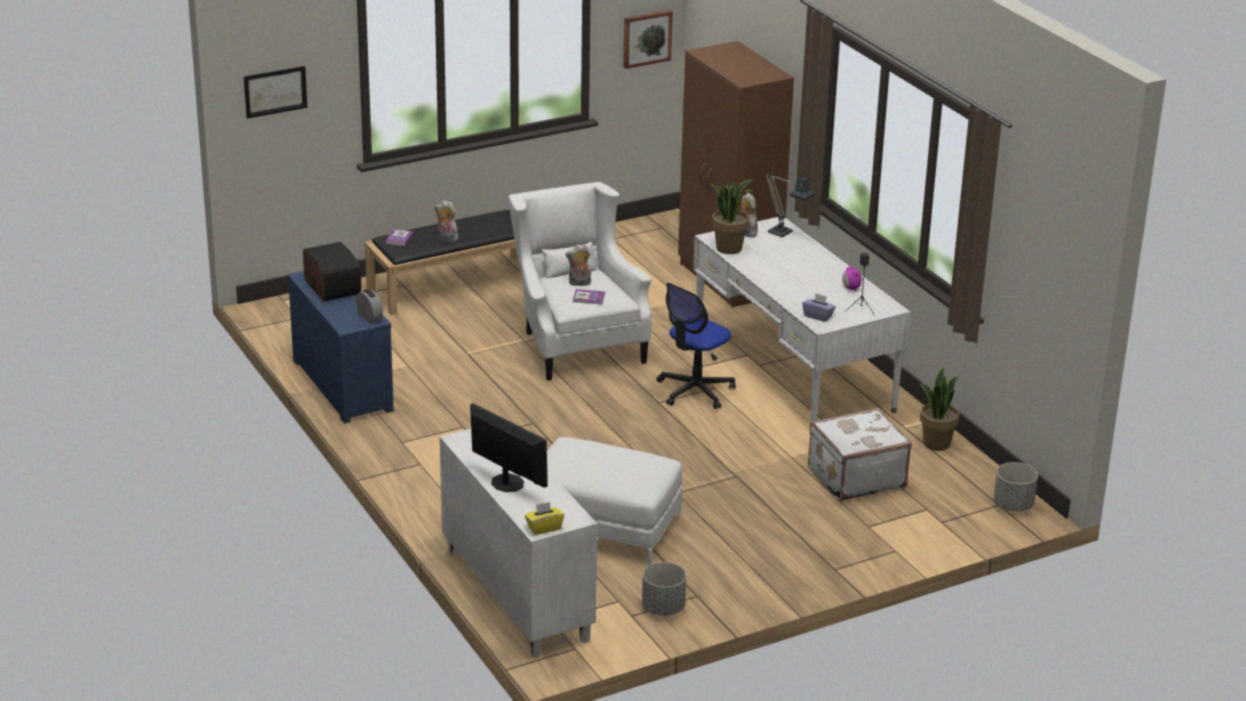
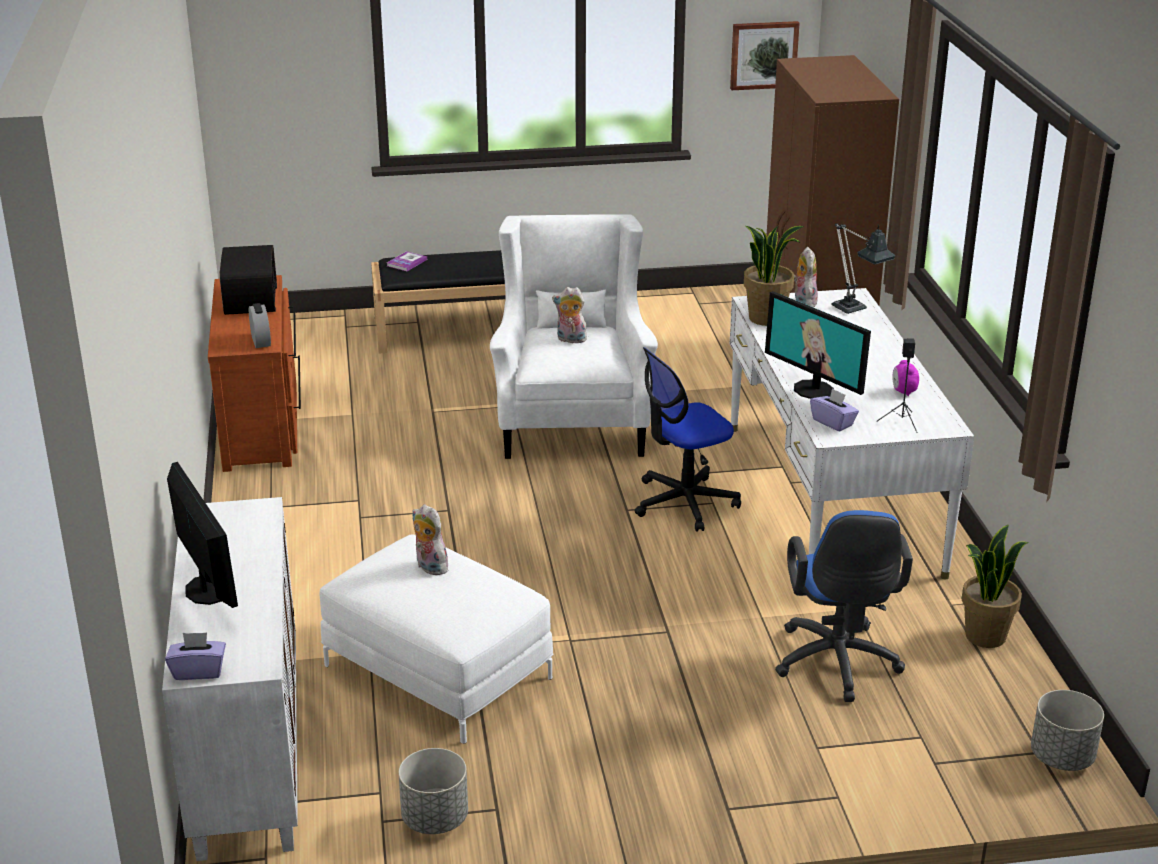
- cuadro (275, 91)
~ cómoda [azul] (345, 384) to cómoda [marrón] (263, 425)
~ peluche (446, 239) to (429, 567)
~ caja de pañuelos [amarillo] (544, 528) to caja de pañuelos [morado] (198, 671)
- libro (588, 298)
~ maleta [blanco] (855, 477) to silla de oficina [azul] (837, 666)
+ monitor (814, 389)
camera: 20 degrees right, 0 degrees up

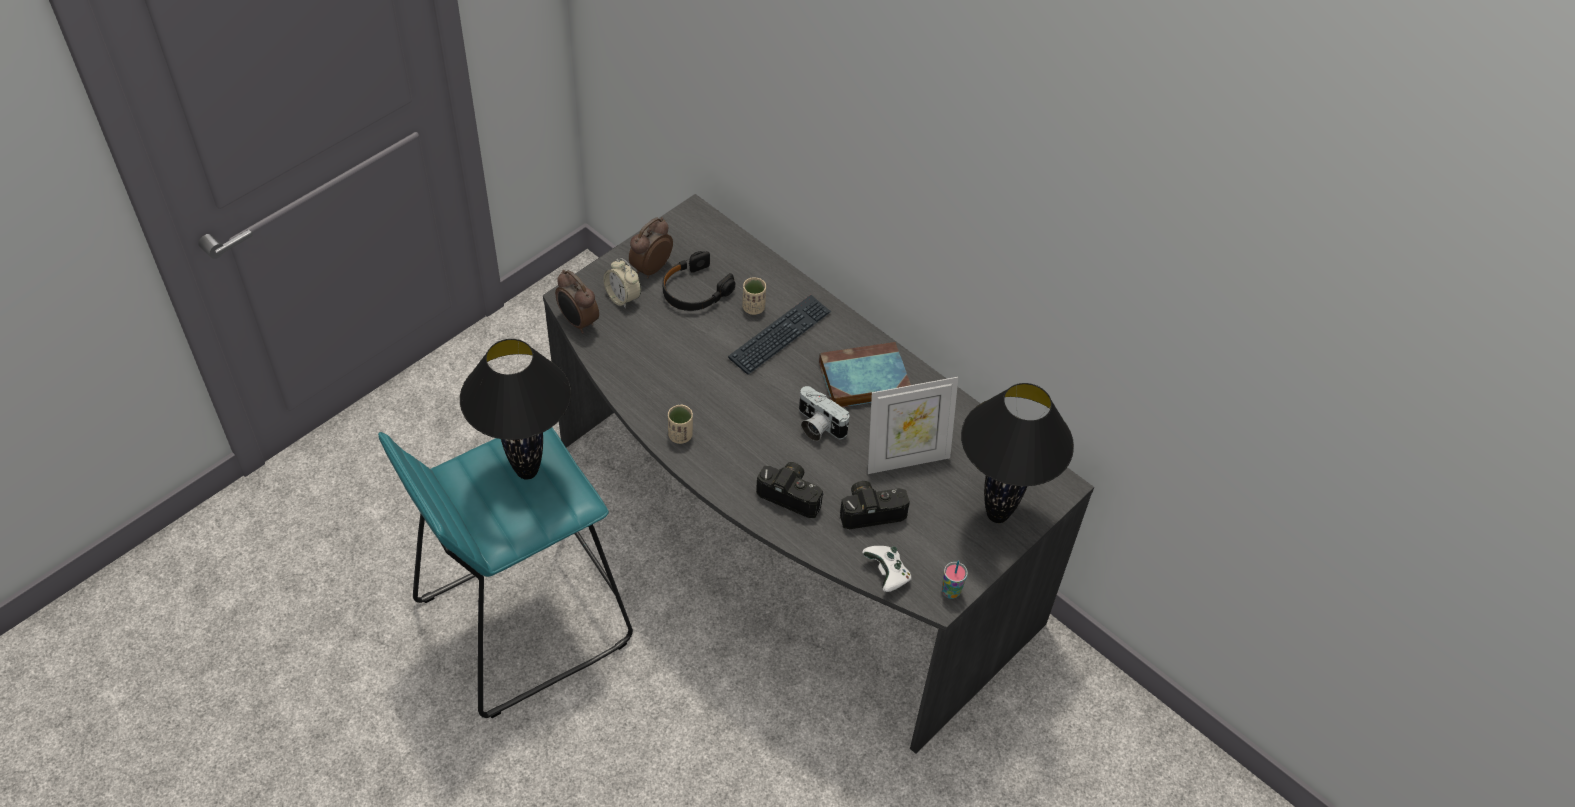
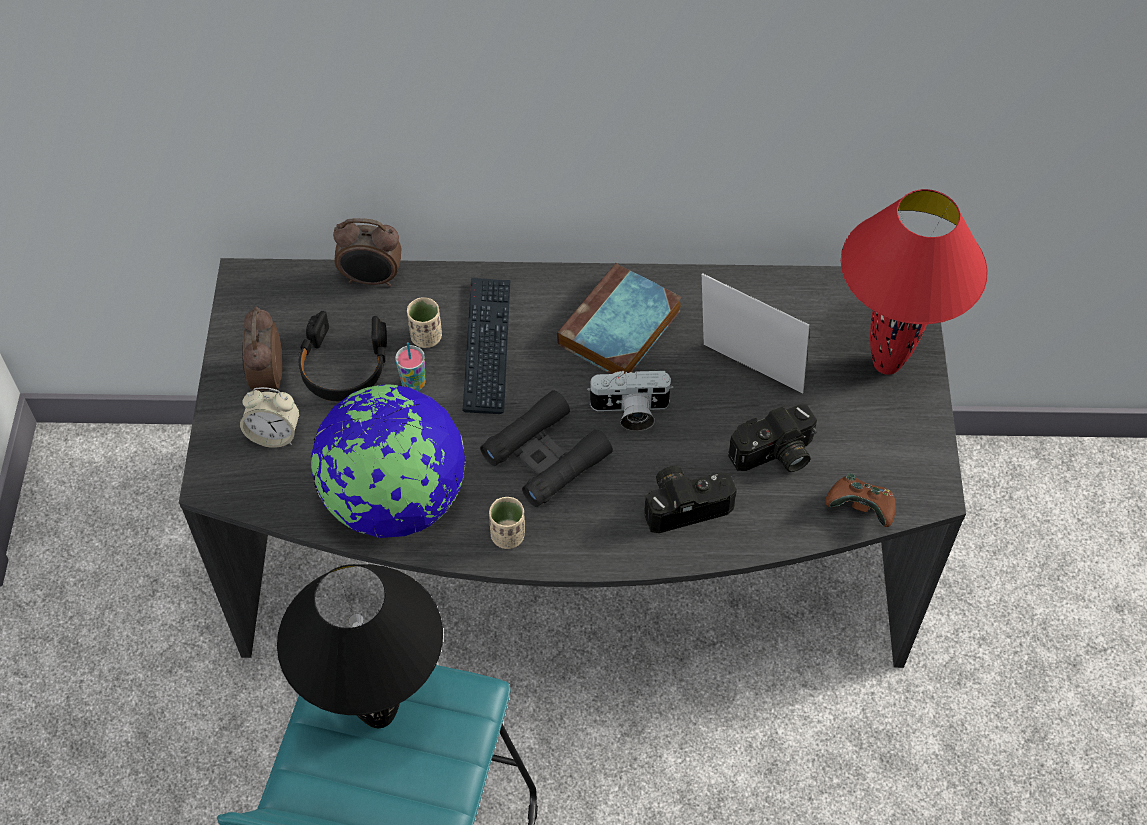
~ despertador (578, 322) to (372, 279)
~ cámara (871, 510) = (775, 456) 150 degrees counterclockwise
~ mando de consola [blanco] (887, 575) to mando de consola [marrón] (860, 508)
~ portarretratos (906, 458) = (747, 376) 90 degrees counterclockwise
~ taza (950, 592) to (413, 384)
~ lámpara de mesa [negro] (996, 514) to lámpara de mesa [rojo] (884, 364)
+ globo terráqueo (395, 500)
+ prismáticos [negro] (546, 456)
camera: 40 degrees left, 5 degrees up

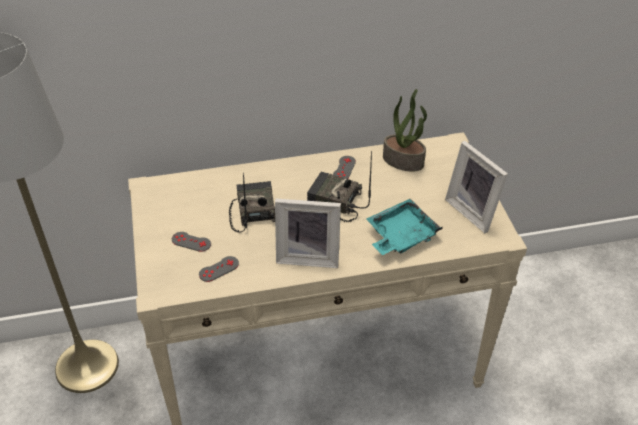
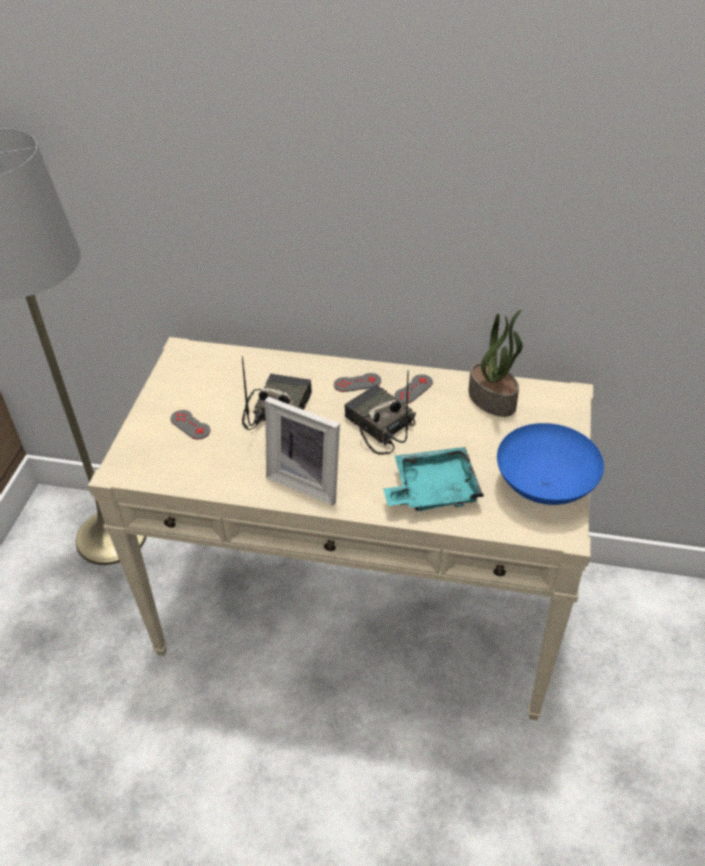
~ mando de consola [gris] (219, 269) to (357, 383)
~ portarretratos (474, 211) to cuenco [azul] (546, 487)
camera: 25 degrees right, 0 degrees up

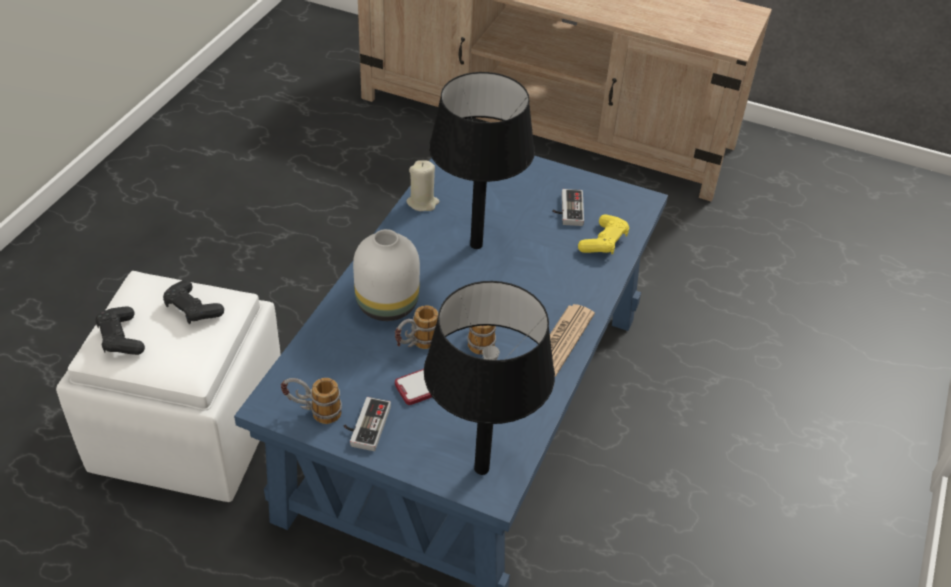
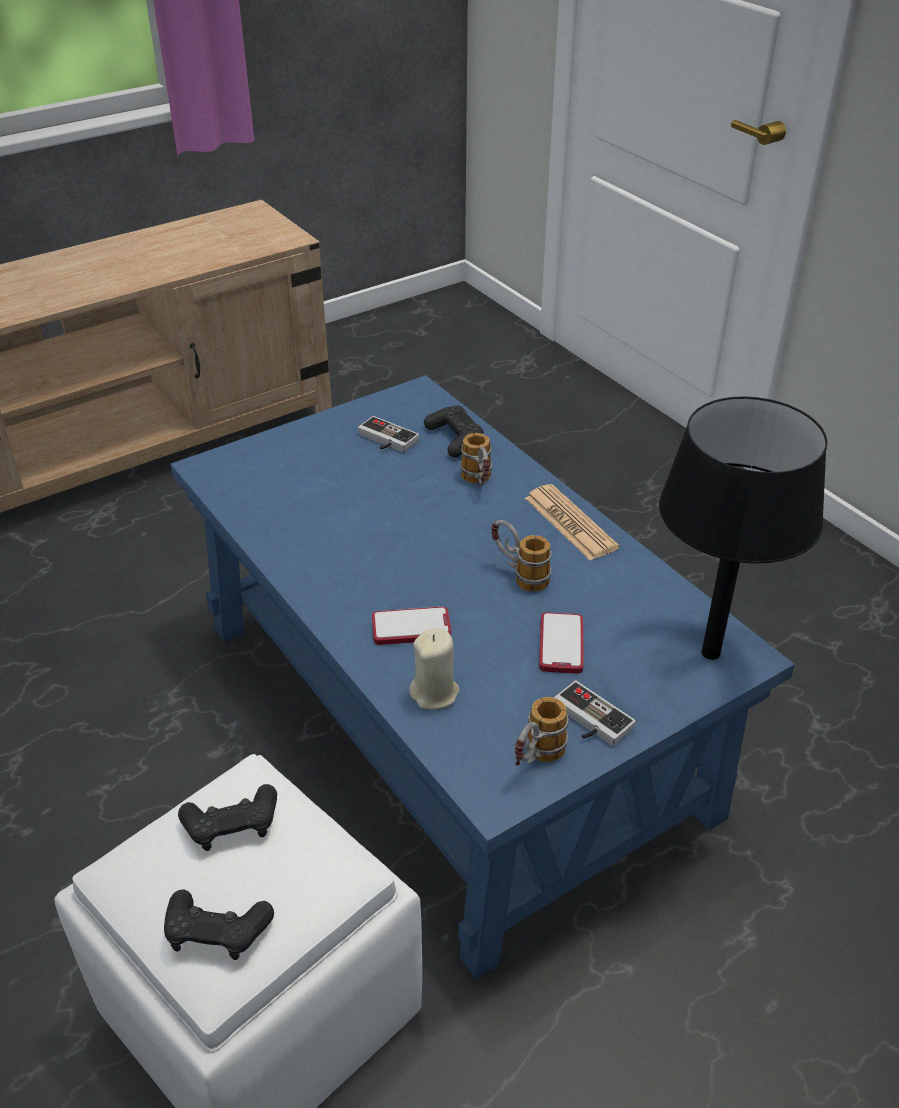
~ florero [blanco] (387, 306) to móvil (411, 628)
~ taza grande (416, 346) to (479, 483)
~ vela [beis] (422, 203) to (435, 693)
- lámpara de mesa [negro] (475, 245)
~ mando de consola [amarillo] (603, 242) to mando de consola [negro] (455, 439)
camera: 55 degrees left, 5 degrees down

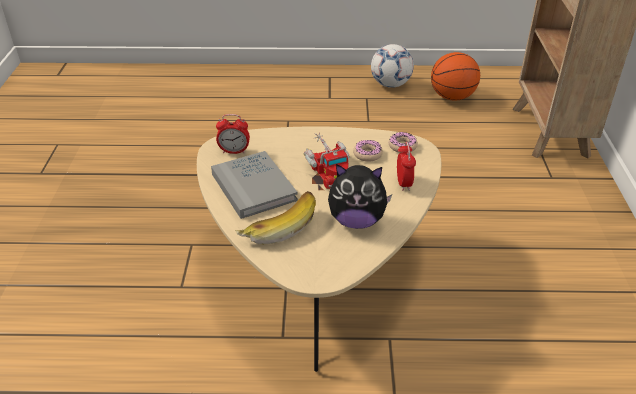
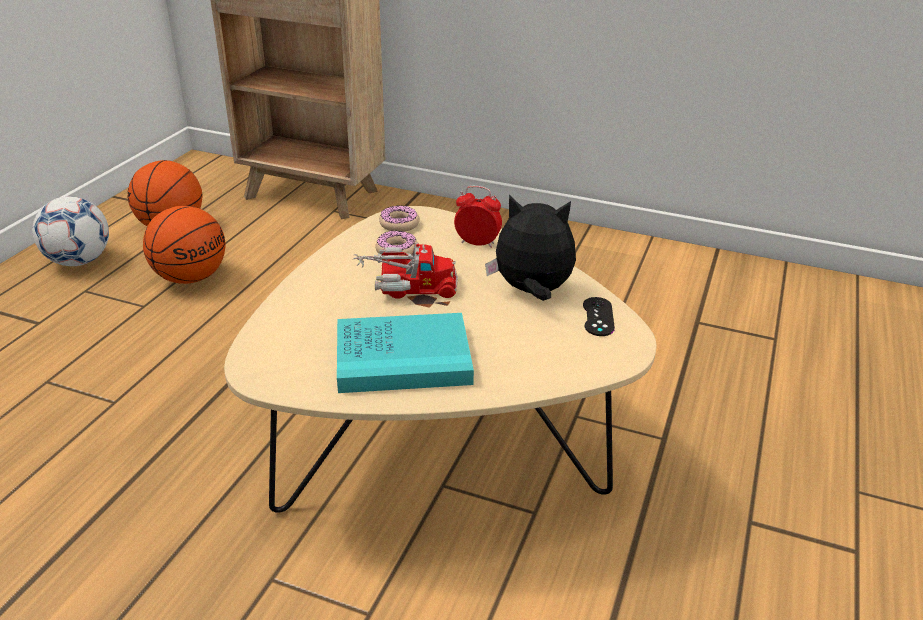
~ libro [gris] (253, 187) to libro [turquesa] (403, 358)
- despertador (234, 151)
- plátano (278, 226)
~ peluche (356, 221) = (532, 292) 105 degrees counterclockwise
+ balón de baloncesto (191, 277)
+ mando de consola [negro] (598, 317)
camera: 70 degrees left, 5 degrees down

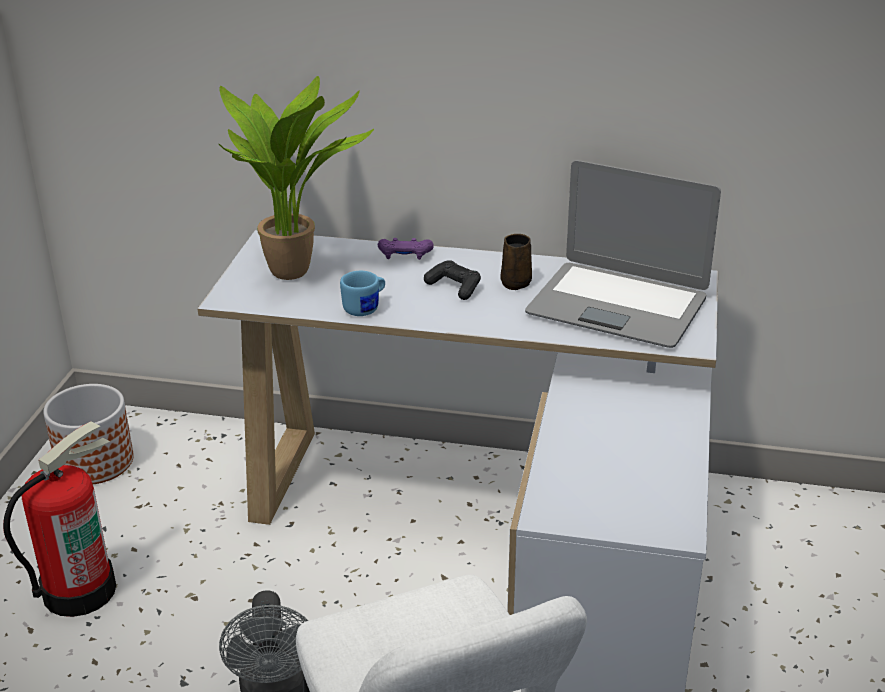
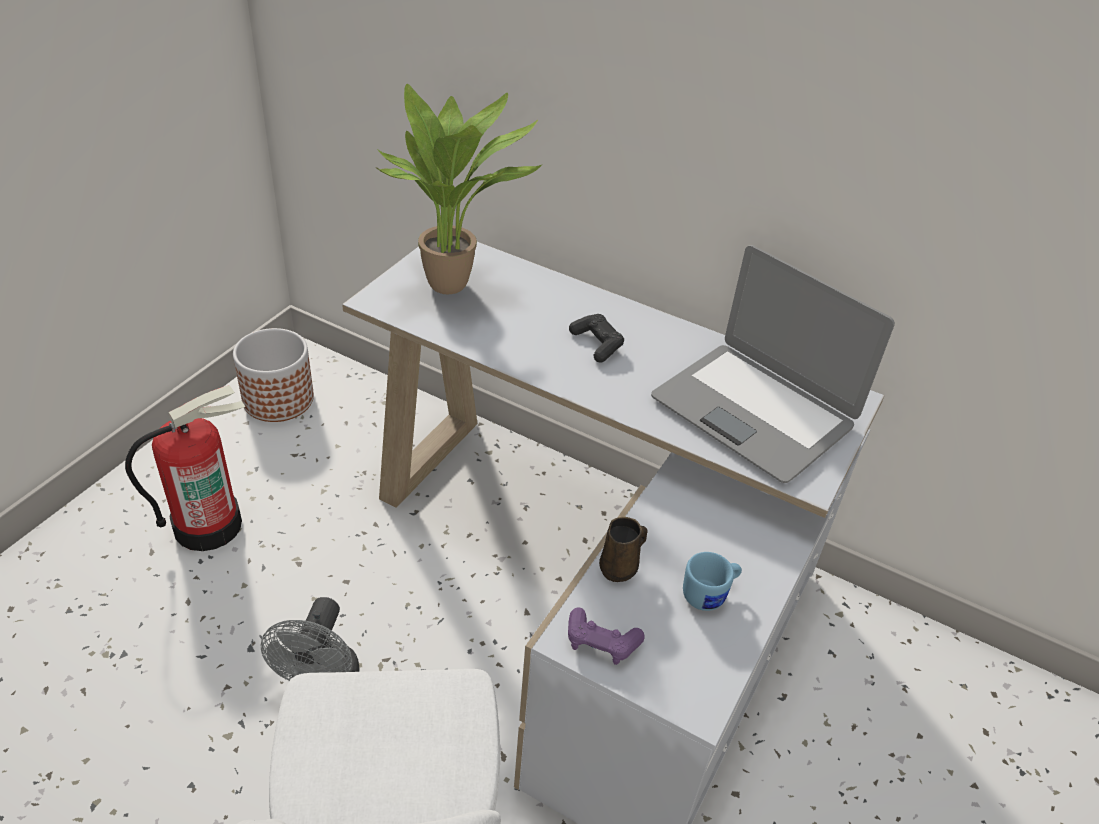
~ taza grande [azul] (366, 308) to (710, 594)
~ mando de consola [morado] (405, 255) to (601, 642)
~ taza grande [marrón] (517, 282) to (620, 568)
camera: 15 degrees right, 10 degrees up

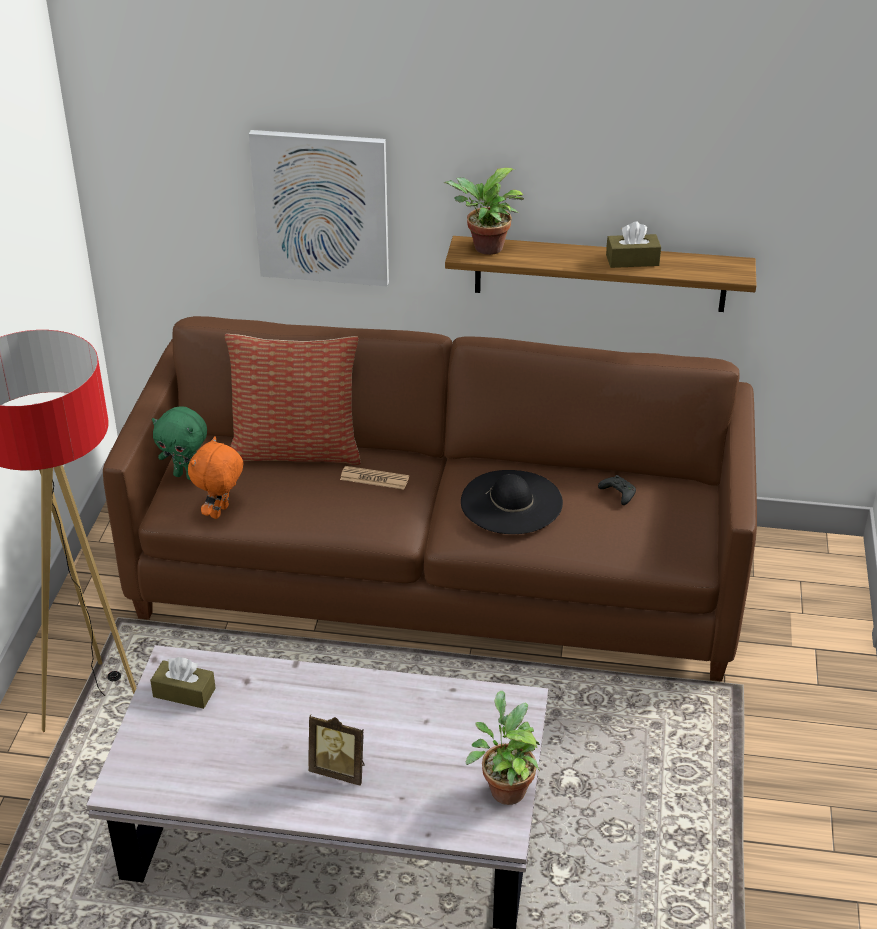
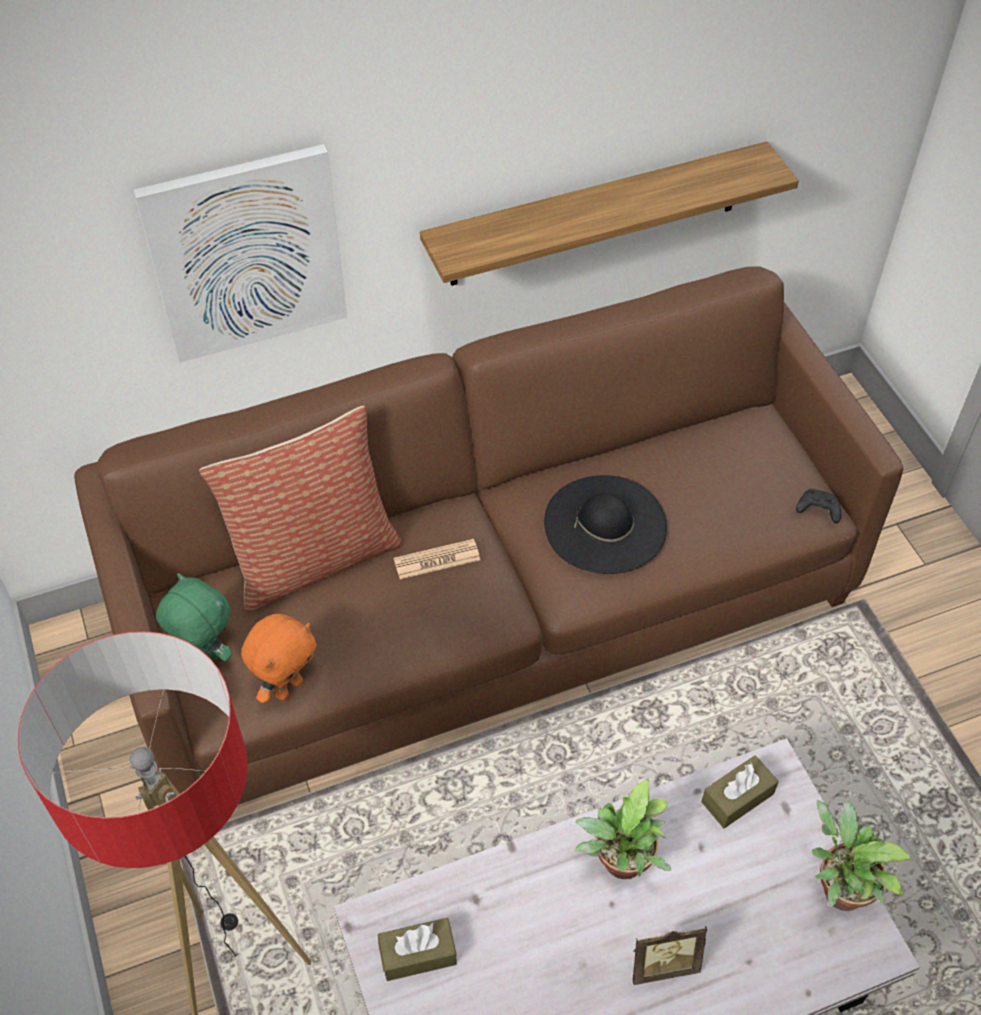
~ peluche [verde] (186, 476) = (205, 652) 135 degrees counterclockwise
~ peluche [naranja] (221, 512) = (288, 687) 135 degrees counterclockwise
~ planta en maceta (484, 248) to (620, 866)
~ mando de consola [negro] (617, 494) to (817, 510)
~ caja de pañuelos [marrón] (632, 260) to (737, 798)
camera: 30 degrees left, 15 degrees up

